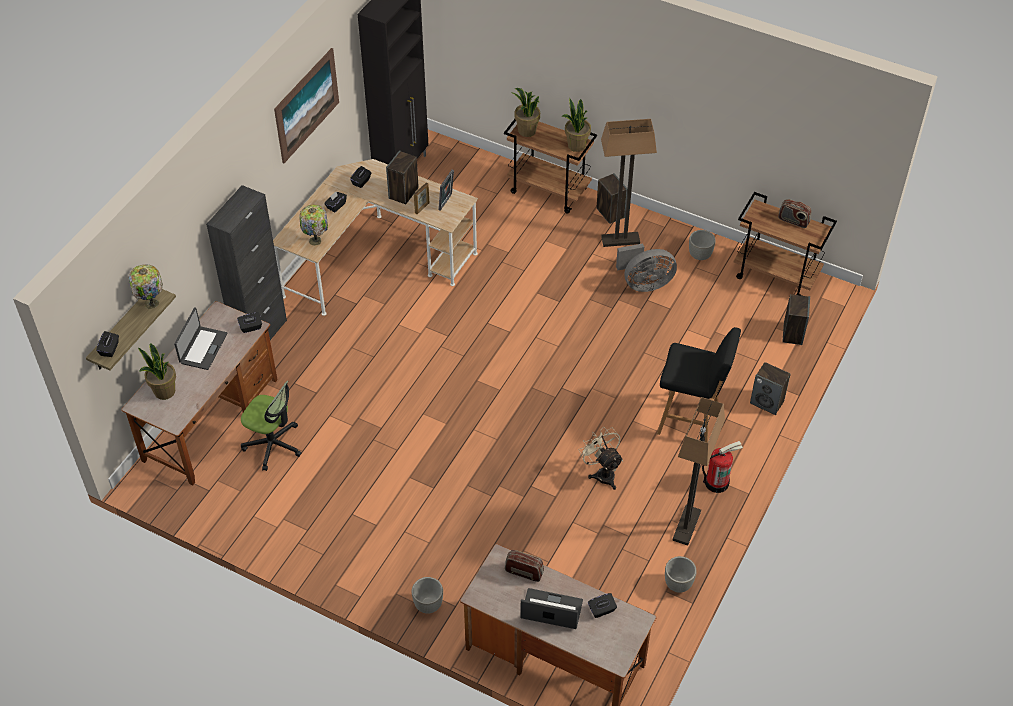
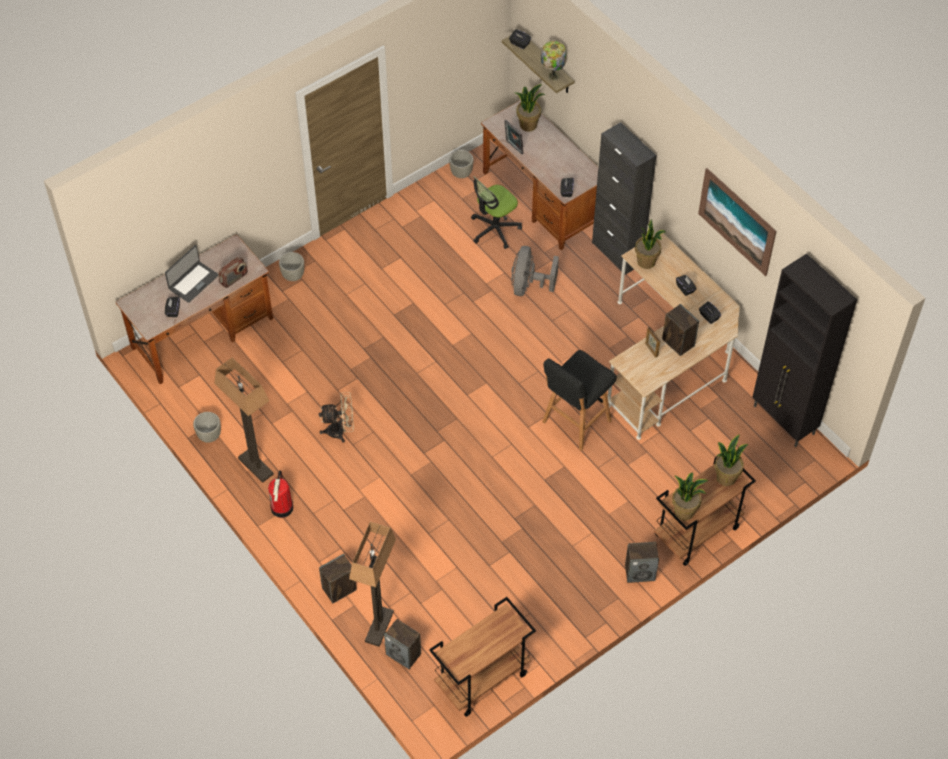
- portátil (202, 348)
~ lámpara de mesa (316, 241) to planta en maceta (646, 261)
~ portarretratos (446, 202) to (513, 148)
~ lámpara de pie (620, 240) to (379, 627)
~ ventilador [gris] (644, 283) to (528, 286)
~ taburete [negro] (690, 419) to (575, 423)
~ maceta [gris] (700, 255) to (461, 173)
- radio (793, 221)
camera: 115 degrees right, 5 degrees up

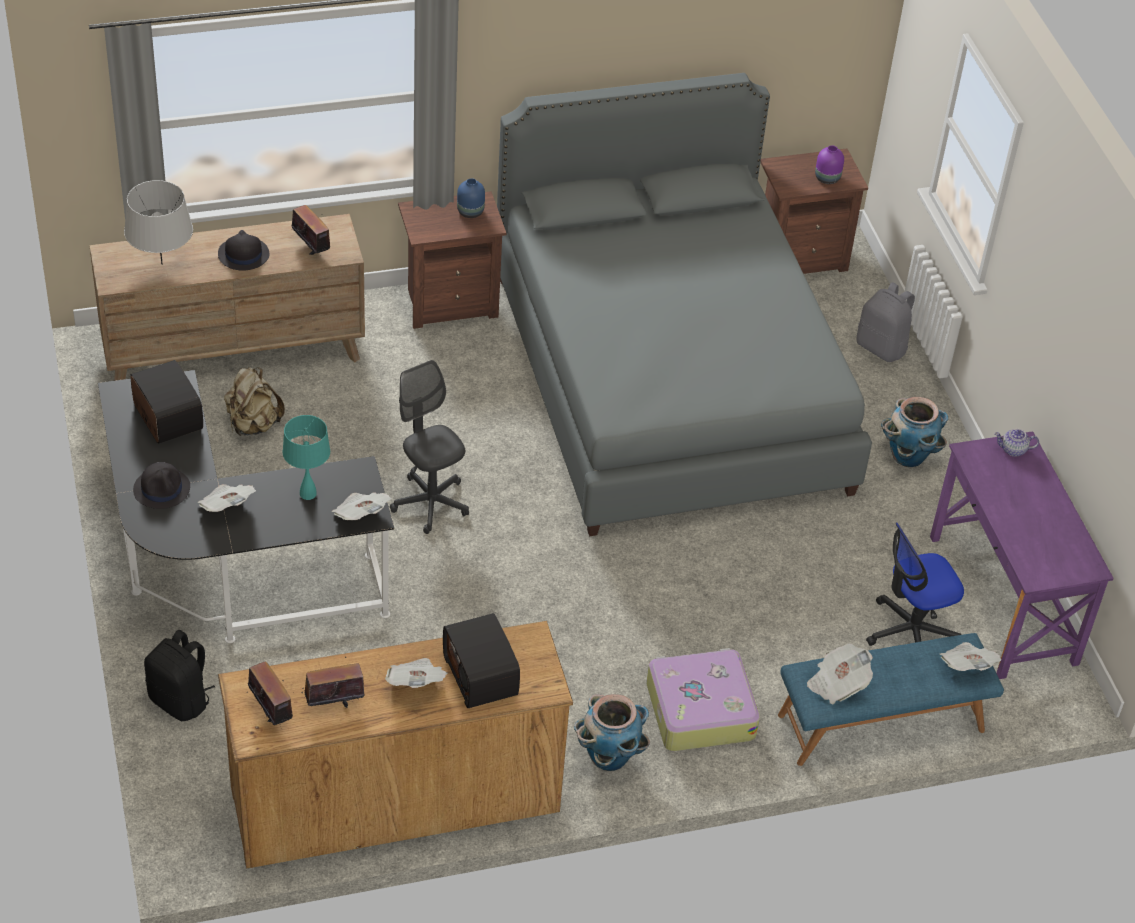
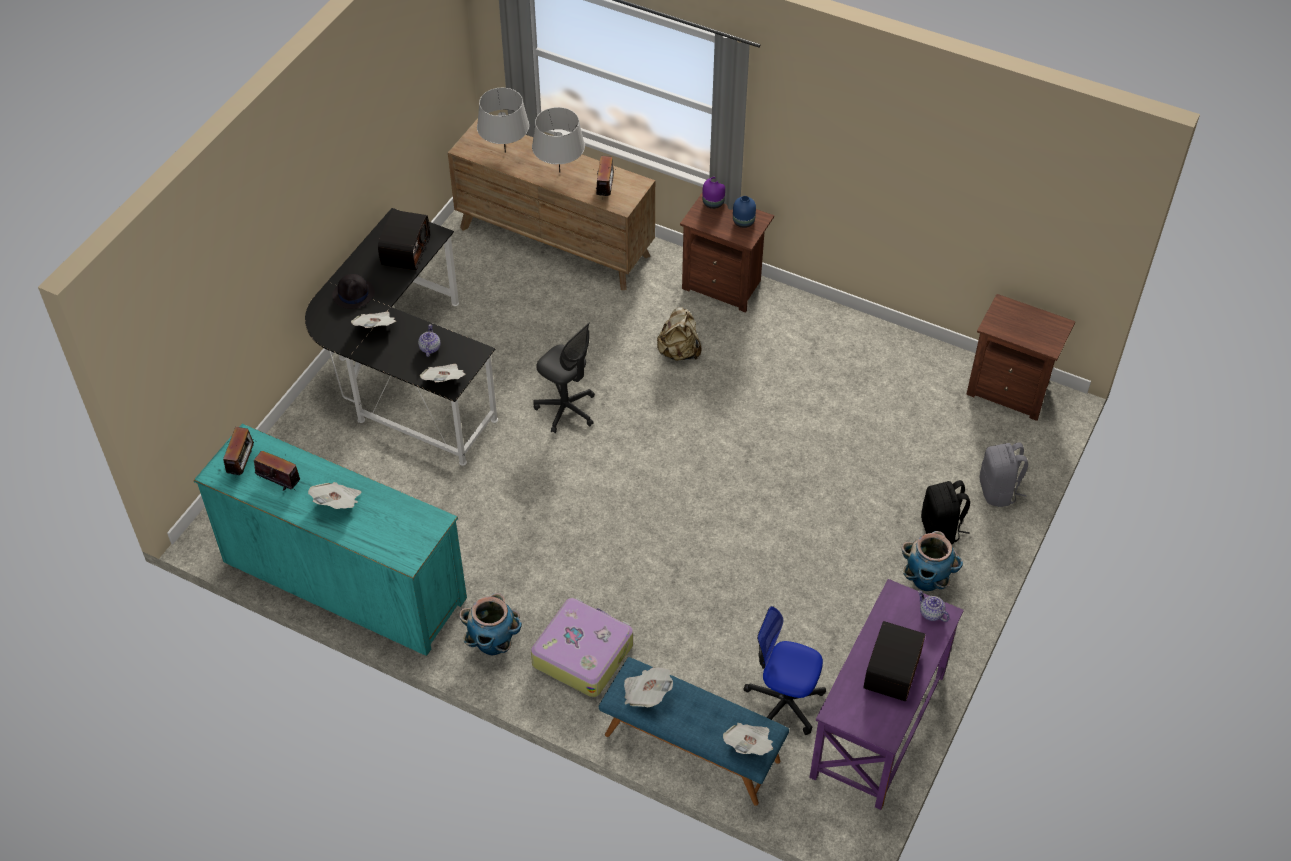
~ mochila [negro] (181, 701) to (941, 529)
~ sombrero [negro] (243, 254) to lámpara de mesa [gris] (559, 172)
~ cómoda [marrón] (395, 799) to cómoda [turquesa] (344, 579)
~ mochila [beis] (253, 424) to (679, 352)
~ lámpara de mesa [turquesa] (308, 494) to tetera (429, 348)
~ silla de oficina [gris] (430, 503) = (566, 410) 120 degrees clockwise
~ radio (482, 676) to (893, 672)
- cama [gris] (668, 382)
~ florero [morado] (827, 179) to (712, 203)
camera: 45 degrees right, 5 degrees up

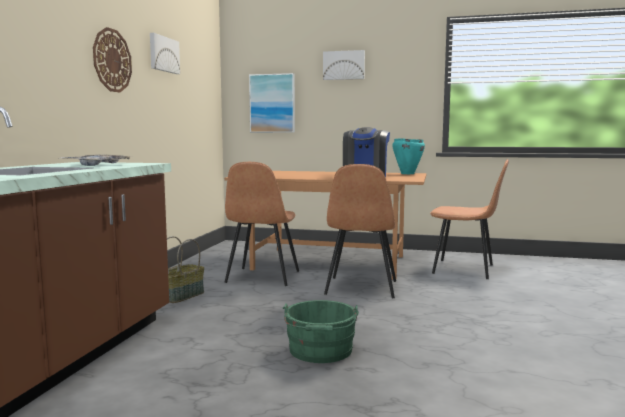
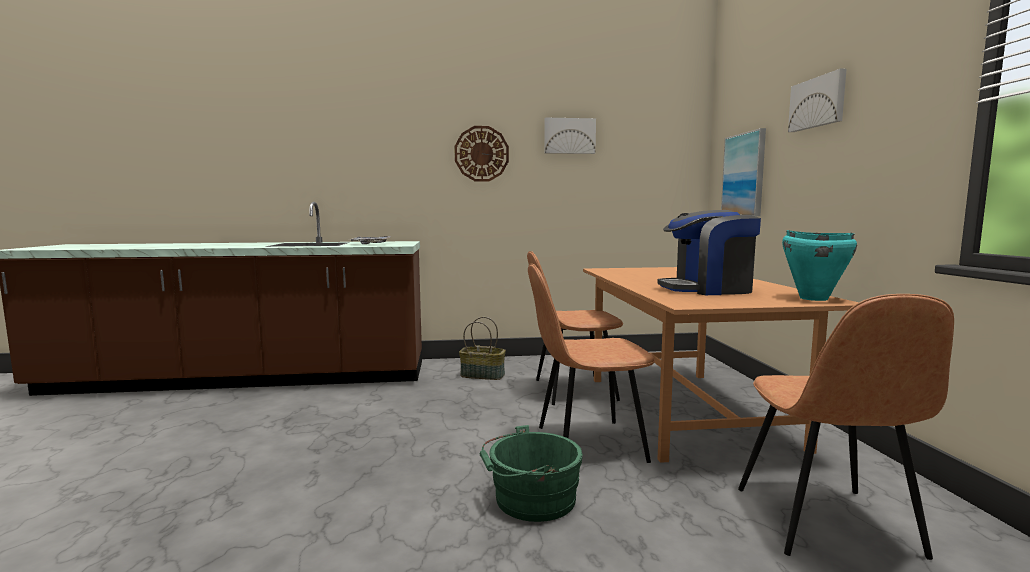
~ cubo [verde] (320, 351) to (530, 499)
camera: 70 degrees right, 0 degrees up

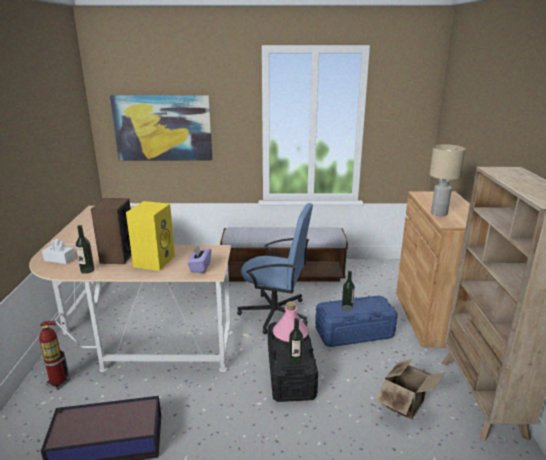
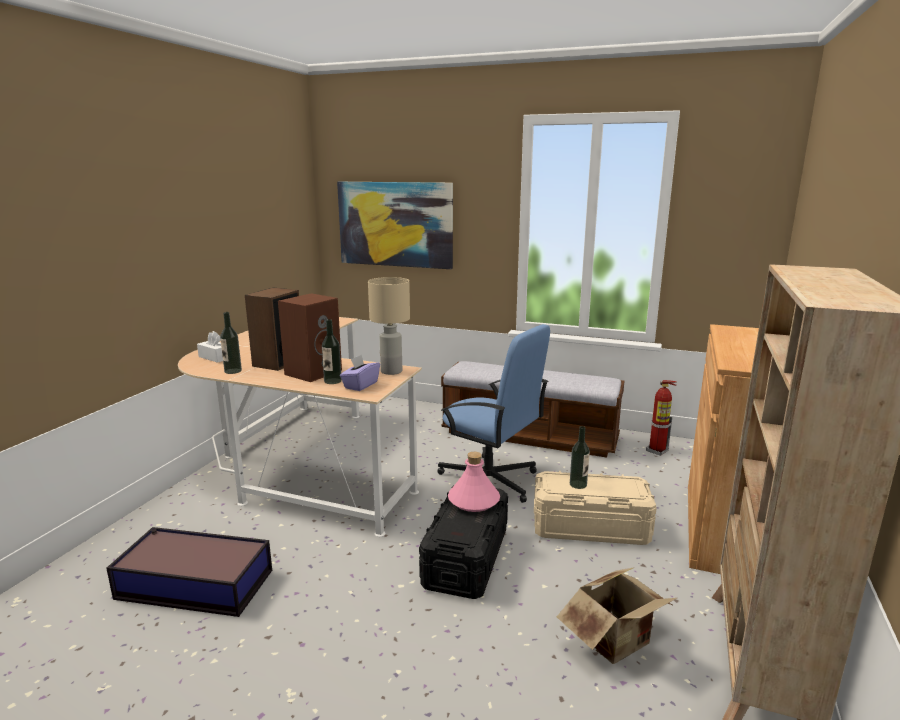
~ extintor (58, 383) to (657, 451)
~ altavoz [amarillo] (154, 261) to altavoz [marrón] (313, 372)
~ botella (295, 361) to (332, 381)
~ caja de almacenaje [azul] (354, 333) to caja de almacenaje [beis] (590, 527)
~ lámpara de mesa [beis] (439, 214) to (391, 371)
camera: 20 degrees right, 5 degrees down

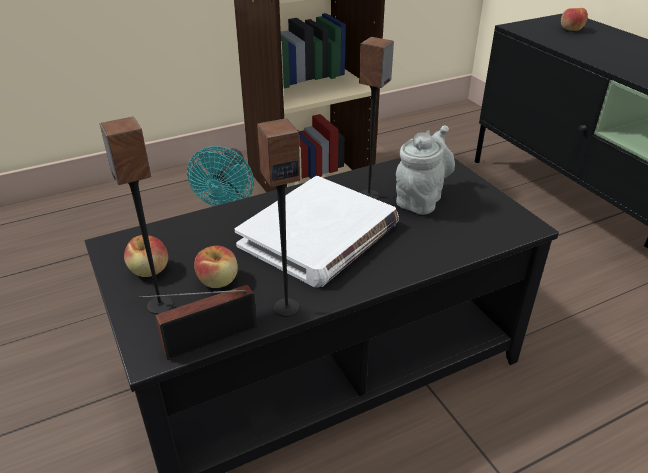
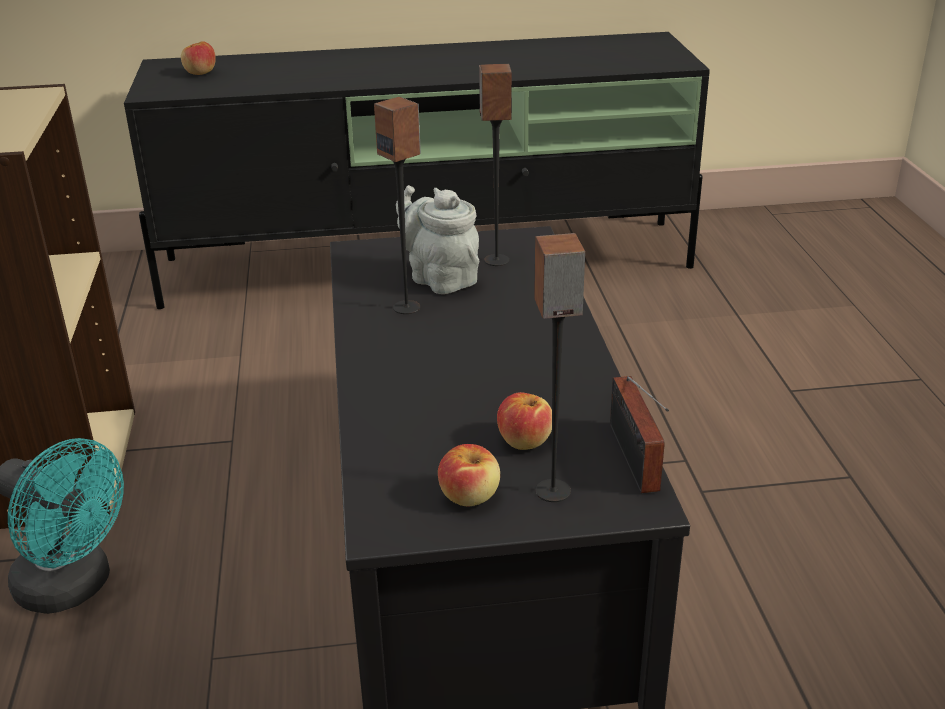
- libro [blanco] (319, 236)
~ altavoz (286, 307) to (496, 260)
camera: 70 degrees left, 5 degrees down

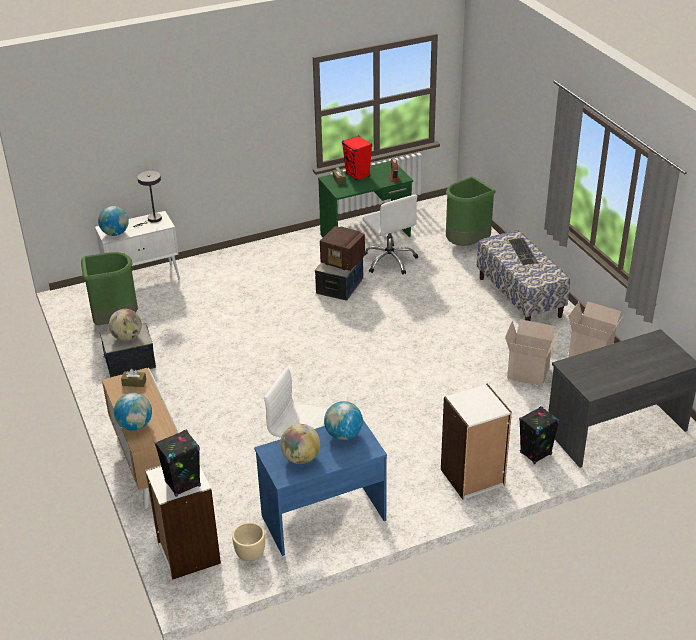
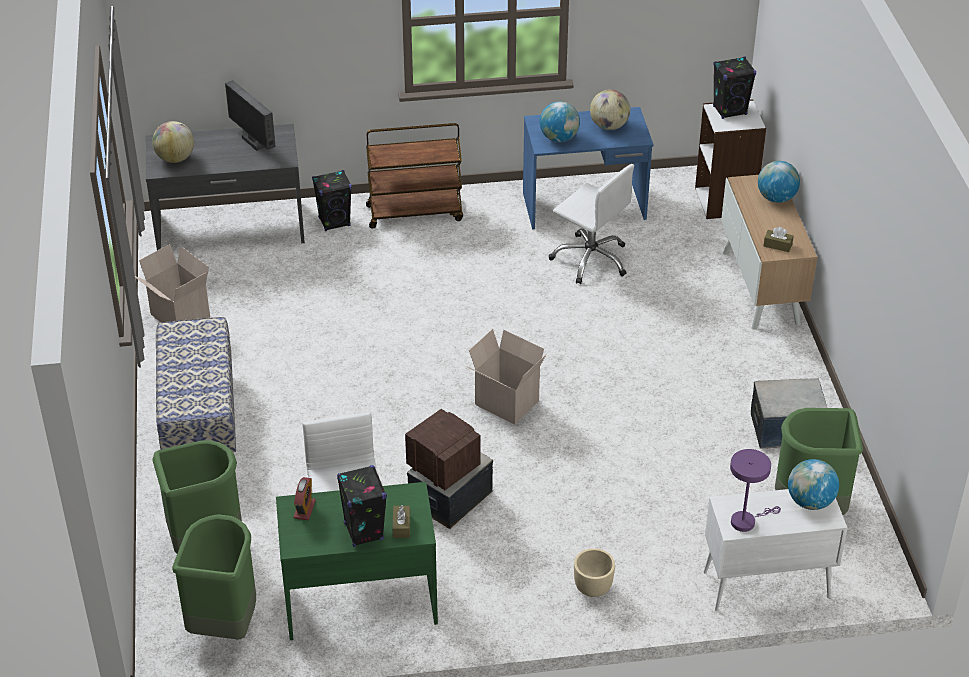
~ globo terráqueo (127, 337) to (175, 158)
~ lámpara de mesa [gris] (152, 220) to lámpara de mesa [morado] (746, 521)
~ maceta [beis] (250, 554) to (592, 588)
~ altavoz [rojo] (358, 175) to altavoz [negro] (363, 531)
~ estantería [blanco] (472, 477) to carrito [marrón] (415, 213)
~ caja de cartón (529, 372) to (505, 403)
- teclado (524, 251)
+ papelera [verde] (224, 624)
+ monitor (254, 142)
camera: 165 degrees left, 5 degrees up

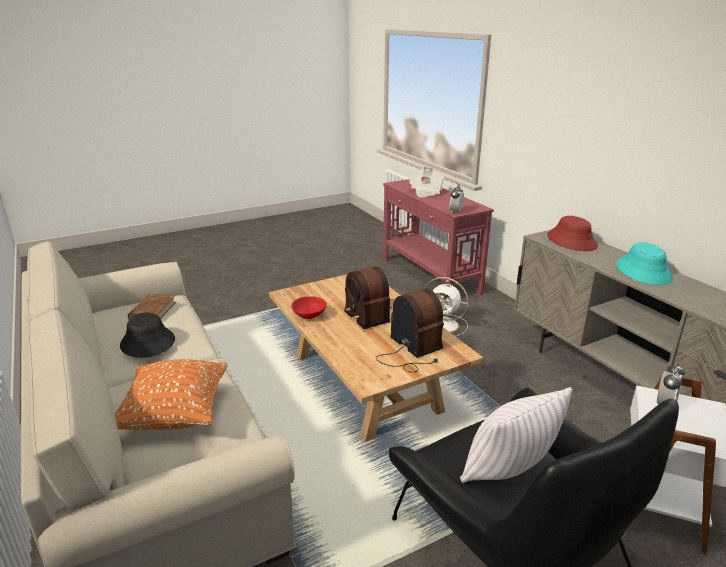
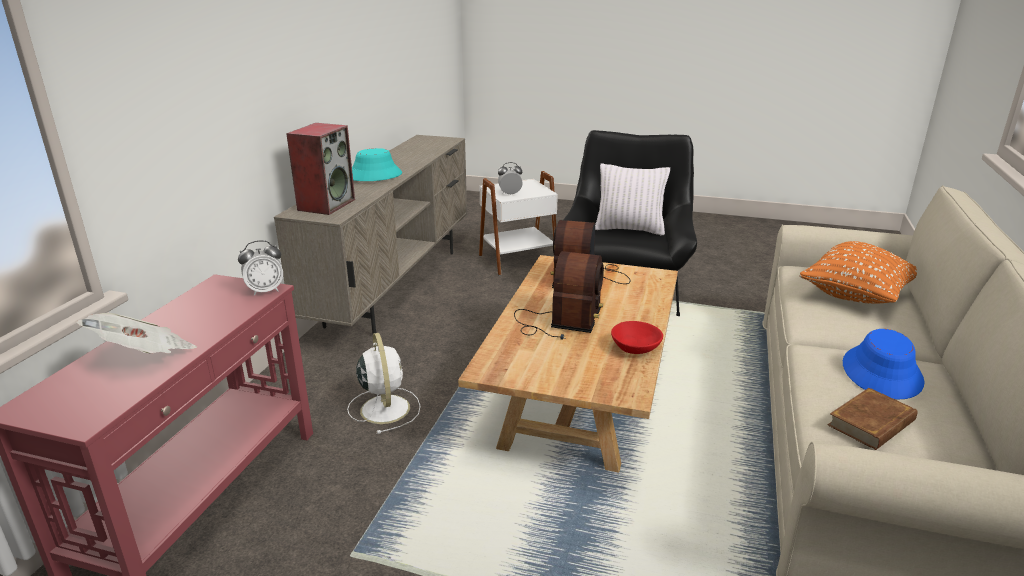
~ sombrero [negro] (147, 343) to sombrero [azul] (882, 373)
~ sombrero [rojo] (571, 241) to altavoz (326, 204)
camera: 135 degrees left, 0 degrees up

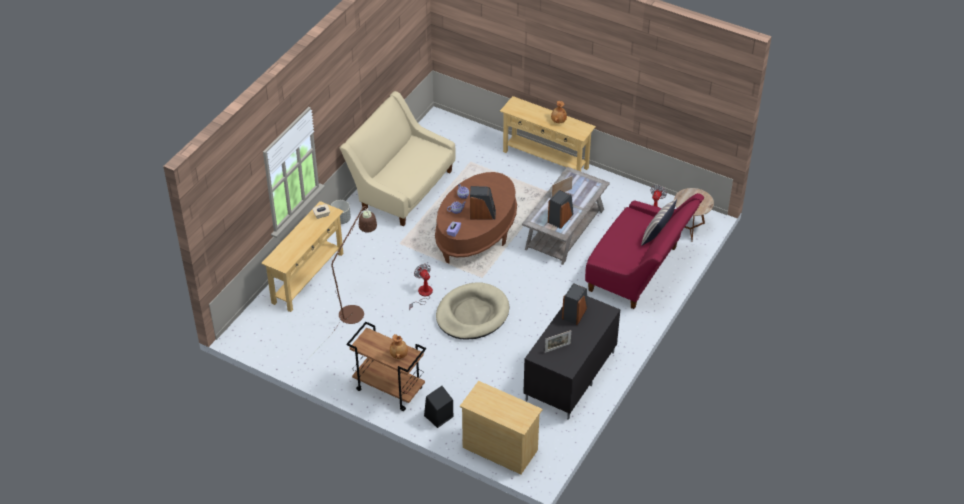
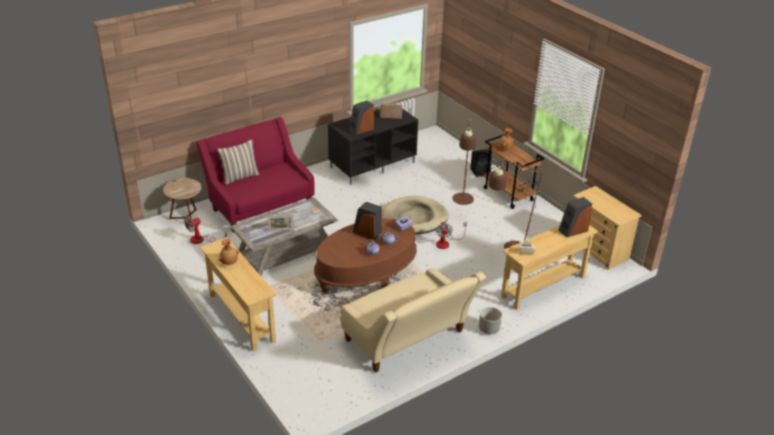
~ cómoda [beis] (499, 448) to (598, 250)
~ altavoz (560, 218) to (573, 230)
+ lámpara de pie [marrón] (462, 202)
camera: 155 degrees left, 10 degrees down

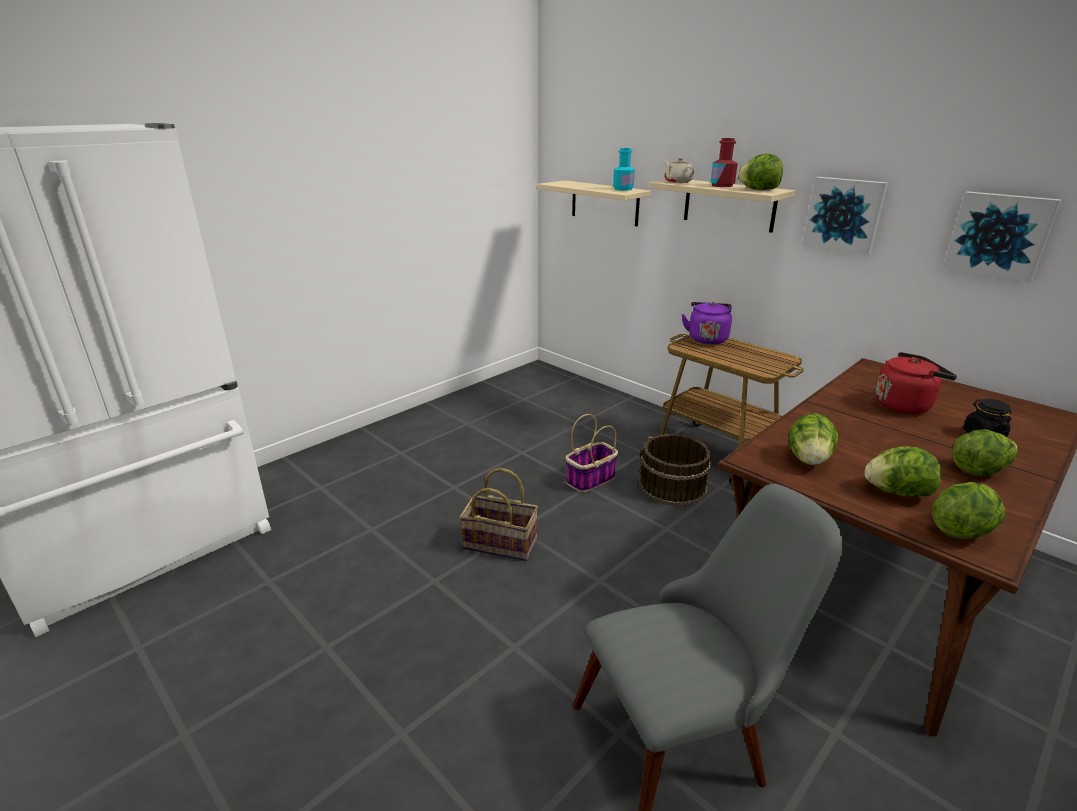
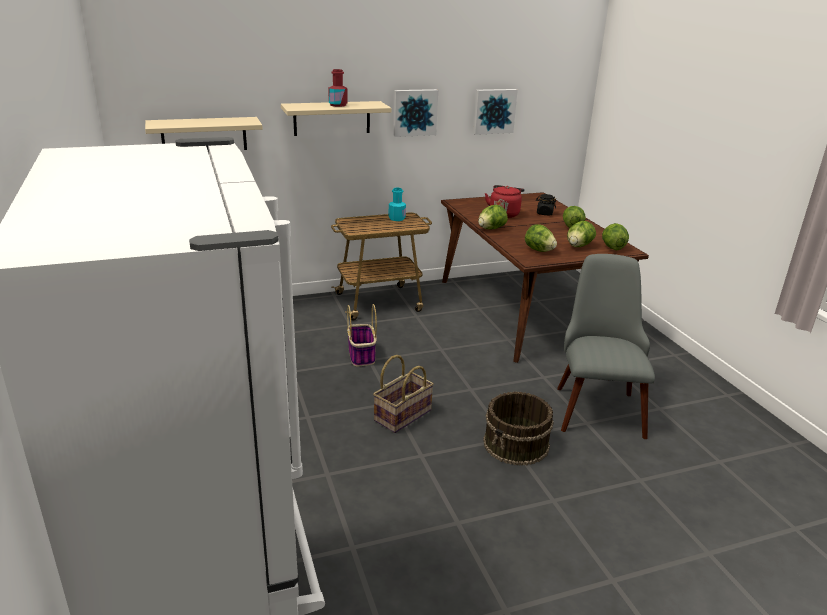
~ botella [turquesa] (623, 189) to (396, 218)
~ cubo [marrón] (672, 486) to (516, 444)
- tetera [beis] (677, 182)
- hervidor [morado] (707, 338)
~ lechuga (758, 190) to (491, 229)
camera: 65 degrees left, 0 degrees up

